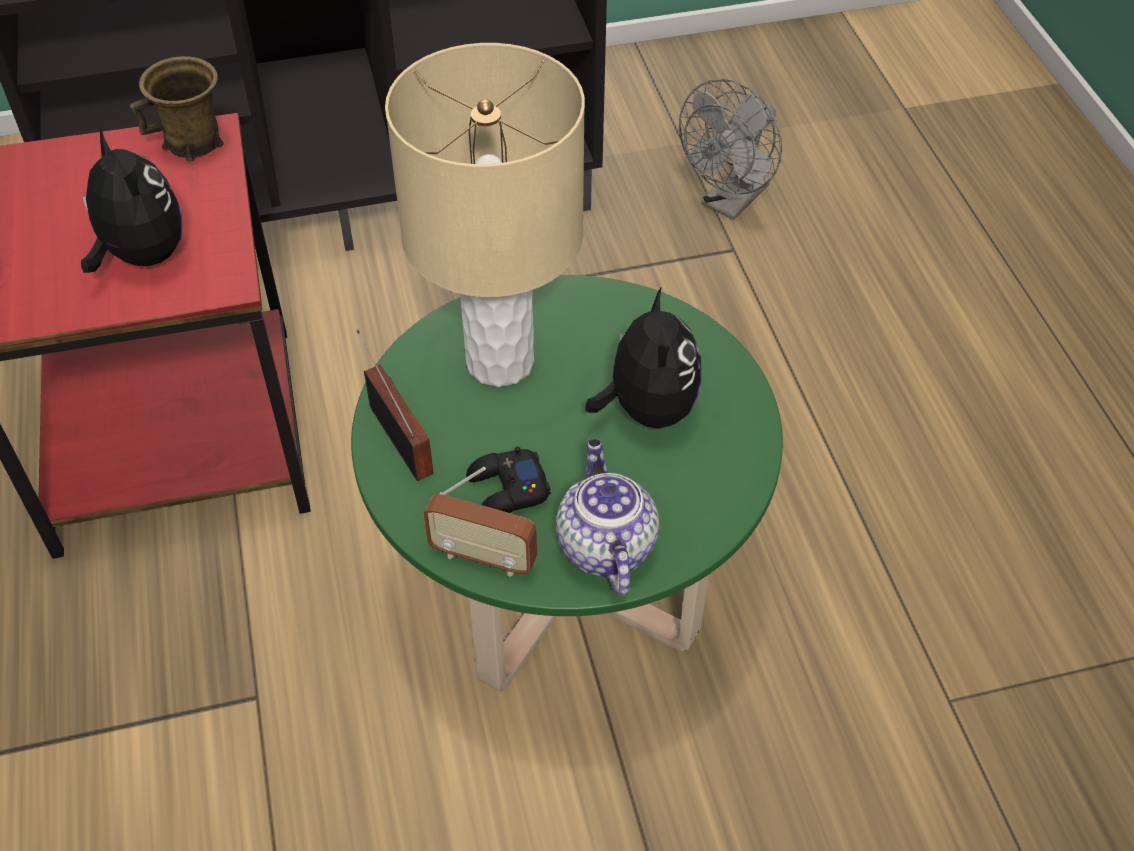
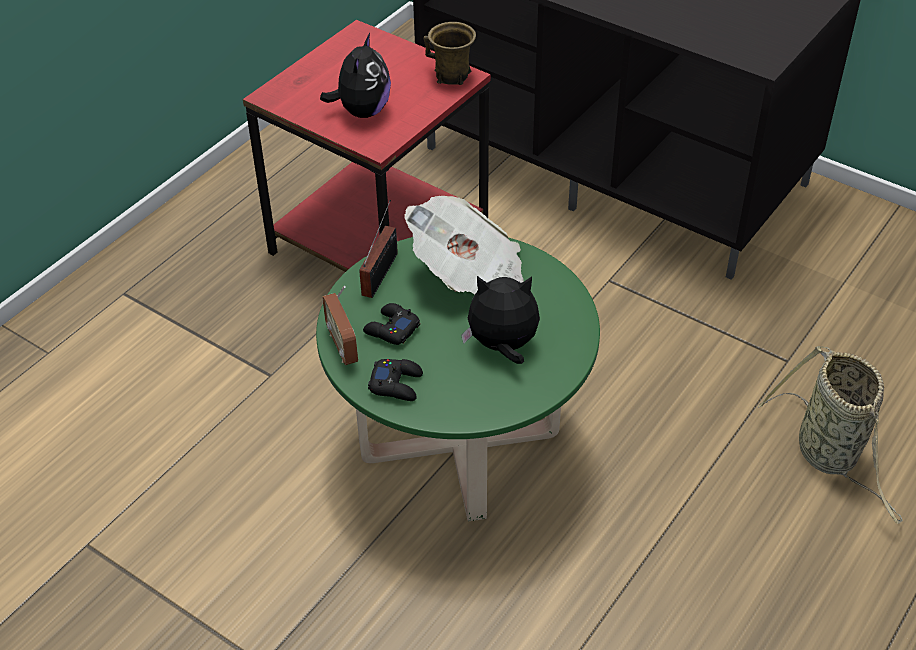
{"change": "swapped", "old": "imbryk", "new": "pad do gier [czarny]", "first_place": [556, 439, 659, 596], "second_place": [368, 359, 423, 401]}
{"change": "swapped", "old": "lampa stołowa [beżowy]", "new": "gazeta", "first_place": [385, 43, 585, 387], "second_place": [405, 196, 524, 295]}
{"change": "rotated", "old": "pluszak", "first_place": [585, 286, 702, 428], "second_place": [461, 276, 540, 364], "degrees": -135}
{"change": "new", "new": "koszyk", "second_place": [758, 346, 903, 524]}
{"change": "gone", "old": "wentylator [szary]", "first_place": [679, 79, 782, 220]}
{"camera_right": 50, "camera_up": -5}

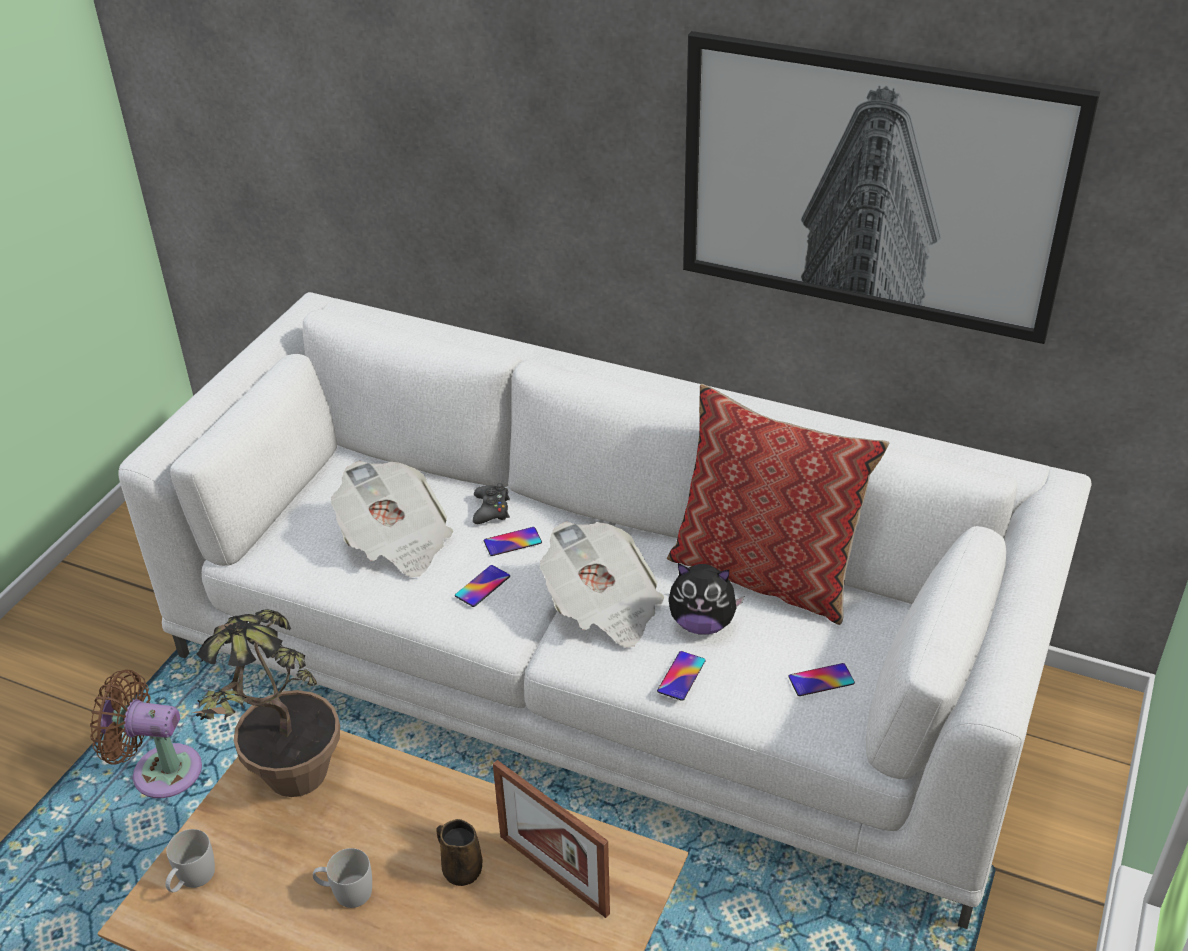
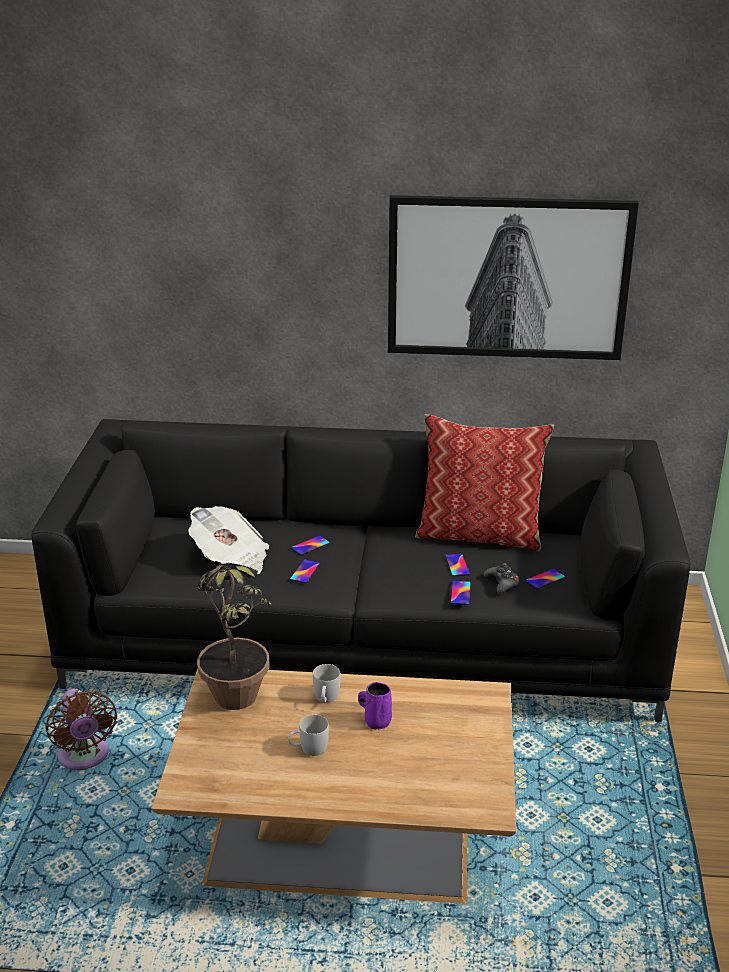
{"change": "repainted", "old": "kanapa [biały]", "new": "kanapa [czarny]", "first_place": [118, 292, 1092, 929], "second_place": [32, 419, 691, 722]}
{"change": "rotated", "old": "wentylator [brązowy]", "first_place": [90, 669, 202, 798], "second_place": [45, 689, 117, 770], "degrees": -105}
{"change": "shifted", "old": "kubek [biały]", "first_place": [165, 829, 215, 892], "second_place": [313, 664, 341, 703]}
{"change": "repainted", "old": "kubek [brązowy]", "new": "kubek [fioletowy]", "first_place": [436, 819, 482, 886], "second_place": [358, 682, 392, 729]}
{"change": "swapped", "old": "pluszak", "new": "telefon", "first_place": [669, 563, 744, 635], "second_place": [445, 554, 470, 576]}
{"change": "shifted", "old": "pad do gier [czarny]", "first_place": [473, 483, 510, 524], "second_place": [484, 563, 519, 594]}
{"change": "gone", "old": "ramka na zdjęcie", "first_place": [493, 760, 610, 918]}
{"change": "gone", "old": "gazeta", "first_place": [540, 522, 664, 648]}
{"camera_right": -20, "camera_up": -10}

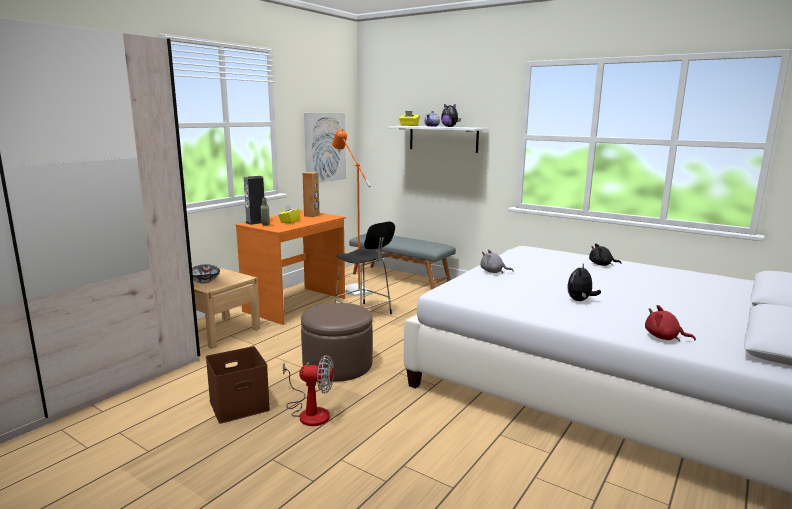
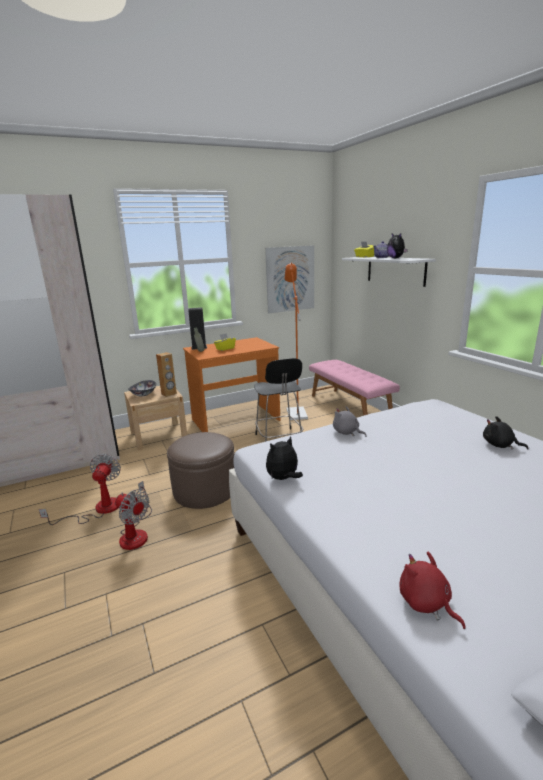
{"change": "swapped", "old": "pojemnik do przechowywania [brązowy]", "new": "wentylator", "first_place": [206, 346, 270, 424], "second_place": [39, 454, 121, 525]}
{"change": "shifted", "old": "głośnik [brązowy]", "first_place": [303, 172, 319, 217], "second_place": [156, 352, 177, 397]}
{"change": "shifted", "old": "pluszak", "first_place": [567, 264, 601, 301], "second_place": [266, 437, 303, 480]}
{"change": "repainted", "old": "ławka [szary]", "new": "ławka [różowy]", "first_place": [349, 234, 456, 289], "second_place": [309, 360, 400, 416]}
{"camera_right": 30, "camera_up": 5}

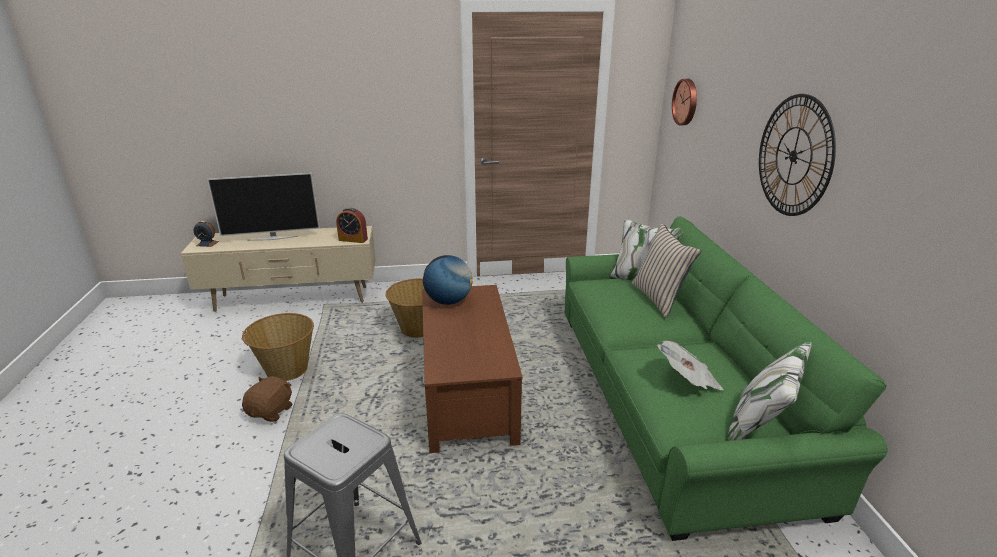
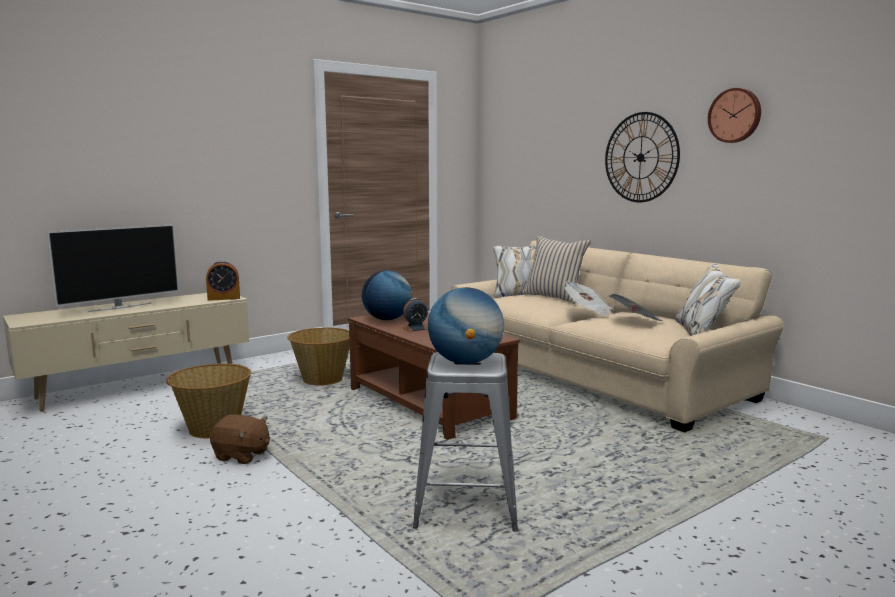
{"change": "rotated", "old": "pluszak [brązowy]", "first_place": [242, 376, 292, 422], "second_place": [210, 414, 270, 464], "degrees": 120}
{"change": "shifted", "old": "budzik", "first_place": [194, 221, 219, 247], "second_place": [403, 298, 428, 332]}
{"change": "new", "new": "globus", "second_place": [428, 287, 504, 364]}
{"change": "repainted", "old": "kanapa [zielony]", "new": "kanapa [beżowy]", "first_place": [565, 216, 887, 541], "second_place": [451, 240, 784, 432]}
{"change": "new", "new": "gazeta", "second_place": [565, 281, 612, 317]}
{"change": "shifted", "old": "zegar ścienny", "first_place": [672, 79, 697, 125], "second_place": [708, 88, 761, 143]}
{"camera_right": -30, "camera_up": -15}

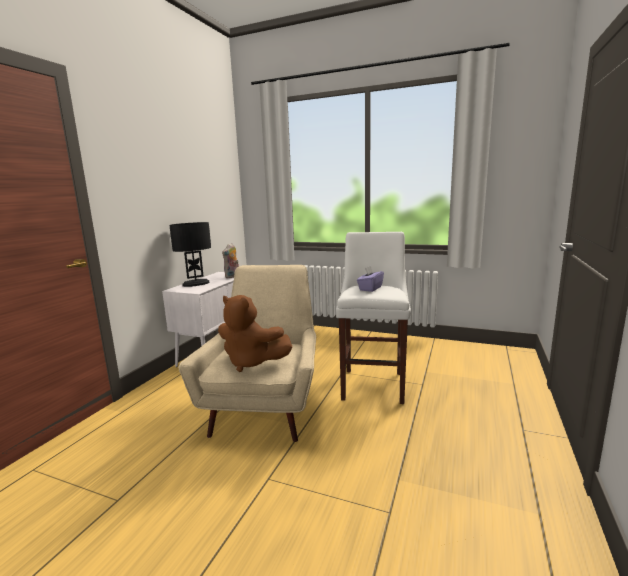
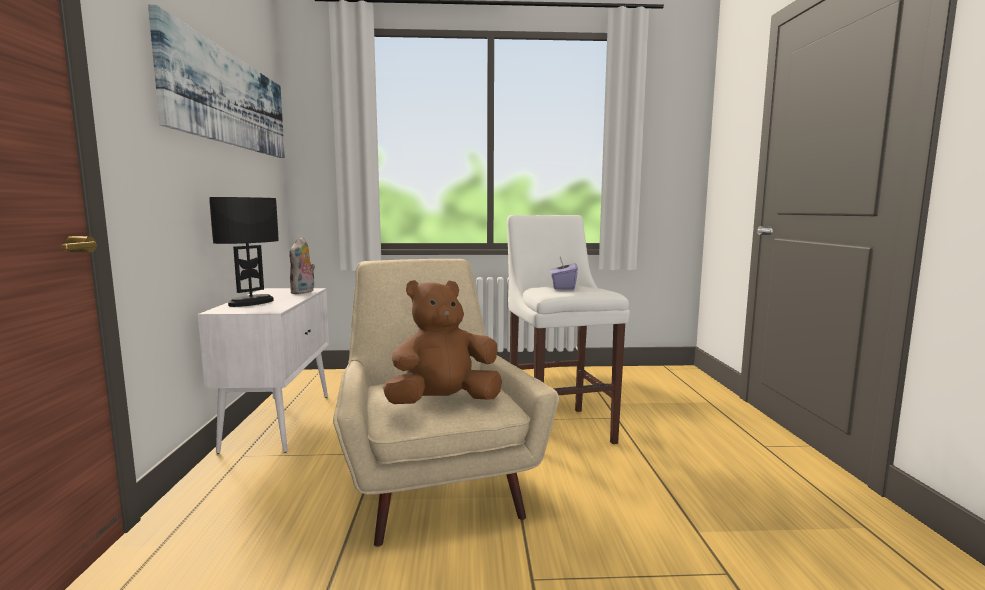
{"change": "new", "new": "obraz", "second_place": [148, 5, 285, 158]}
{"change": "rotated", "old": "pluszak [brązowy]", "first_place": [218, 295, 292, 372], "second_place": [383, 280, 502, 404], "degrees": 150}
{"camera_right": -25, "camera_up": -5}

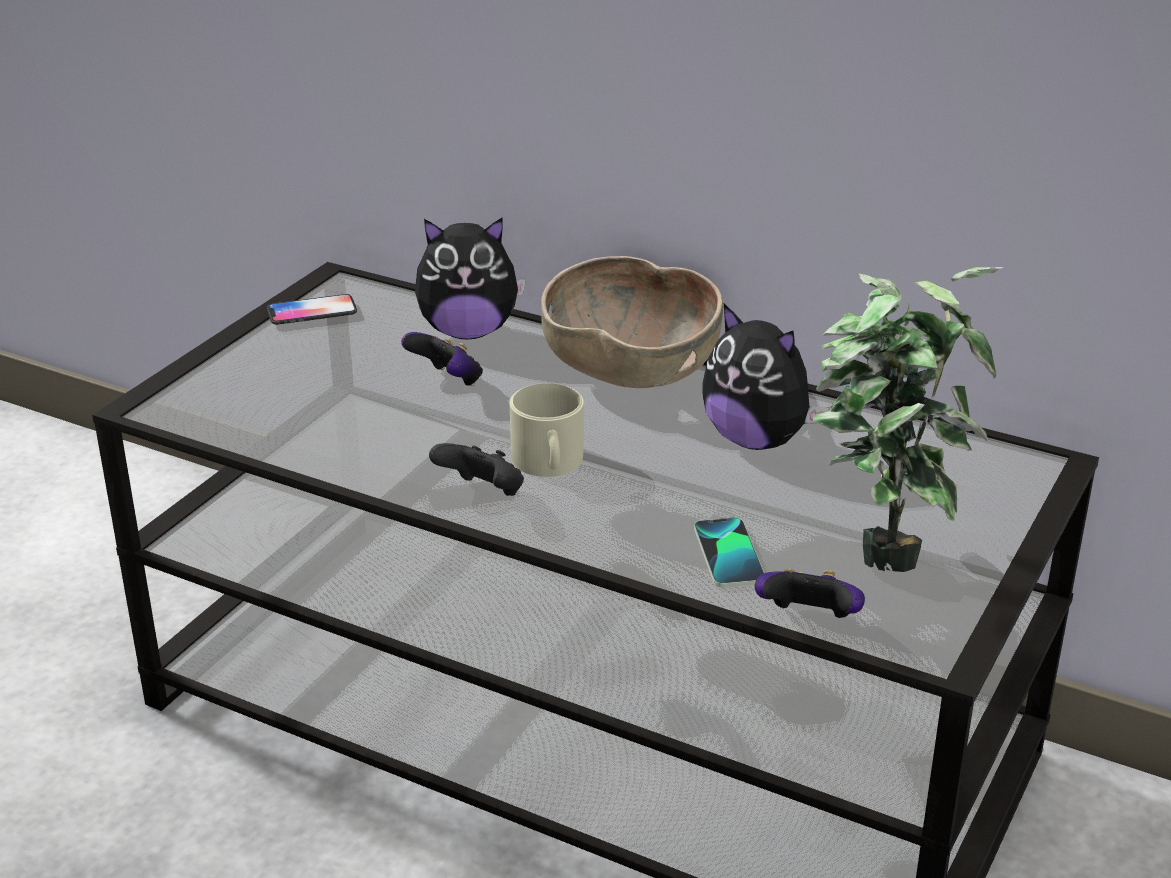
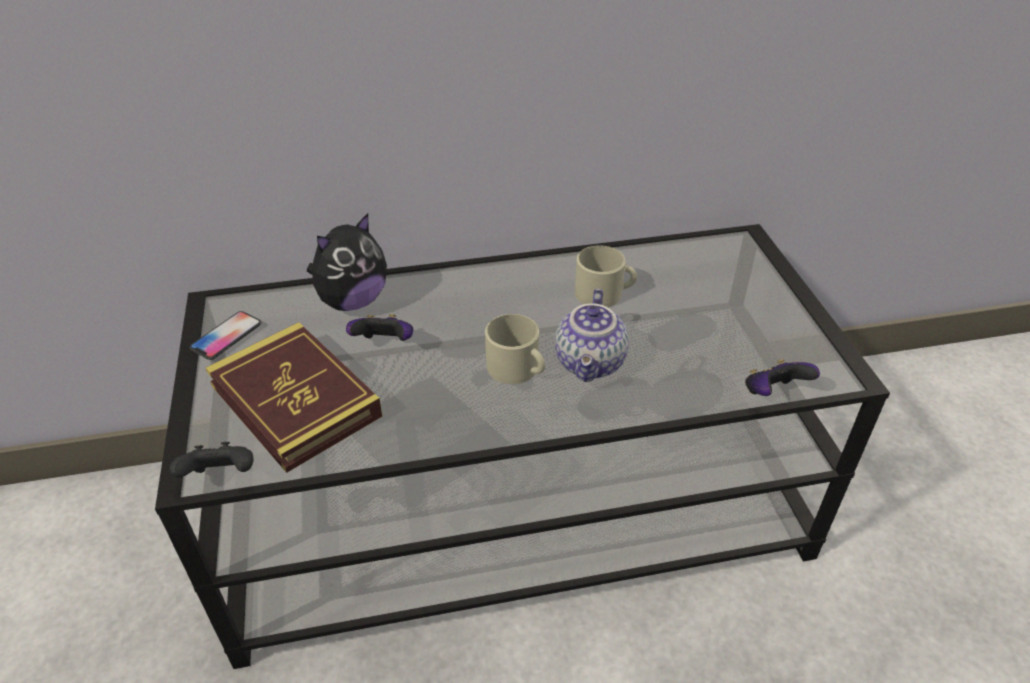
{"change": "shifted", "old": "pad do gier [czarny]", "first_place": [429, 443, 524, 496], "second_place": [169, 442, 254, 478]}
{"change": "new", "new": "książka", "second_place": [206, 322, 382, 473]}
{"change": "new", "new": "imbryk", "second_place": [555, 288, 629, 382]}
{"change": "swapped", "old": "pluszak", "new": "kubek [beżowy]", "first_place": [702, 304, 830, 450], "second_place": [575, 245, 637, 307]}
{"change": "gone", "old": "miska [brązowy]", "first_place": [541, 256, 723, 388]}
{"change": "gone", "old": "telefon", "first_place": [694, 518, 764, 588]}
{"change": "gone", "old": "roślina doniczkowa", "first_place": [813, 267, 1003, 572]}
{"camera_right": -40, "camera_up": 10}

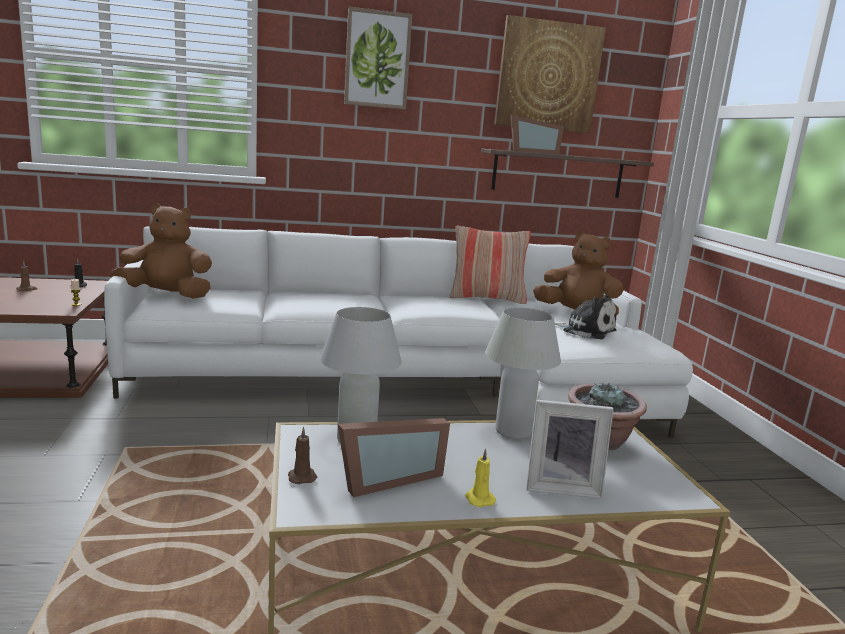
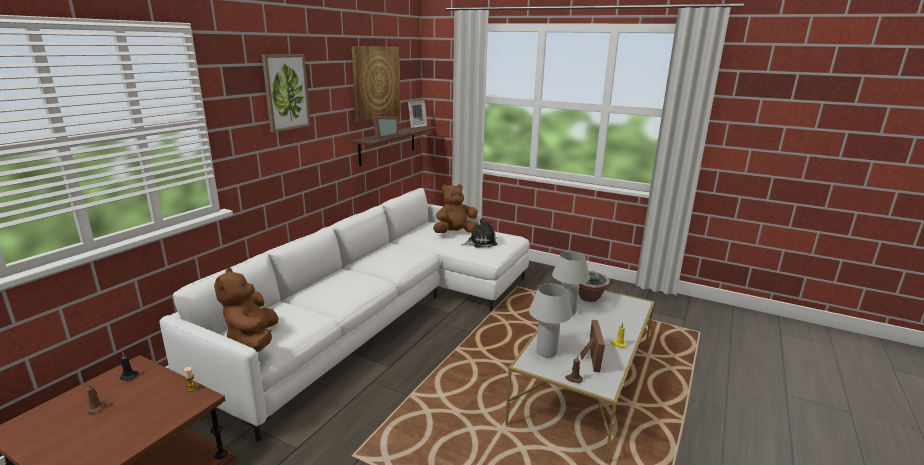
{"change": "rotated", "old": "pluszak [brązowy]", "first_place": [110, 203, 212, 299], "second_place": [214, 267, 279, 352], "degrees": -45}
{"change": "shifted", "old": "ramka na zdjęcie", "first_place": [526, 400, 614, 499], "second_place": [408, 100, 427, 128]}
{"change": "gone", "old": "poduszka", "first_place": [450, 226, 531, 304]}
{"camera_right": -50, "camera_up": 5}

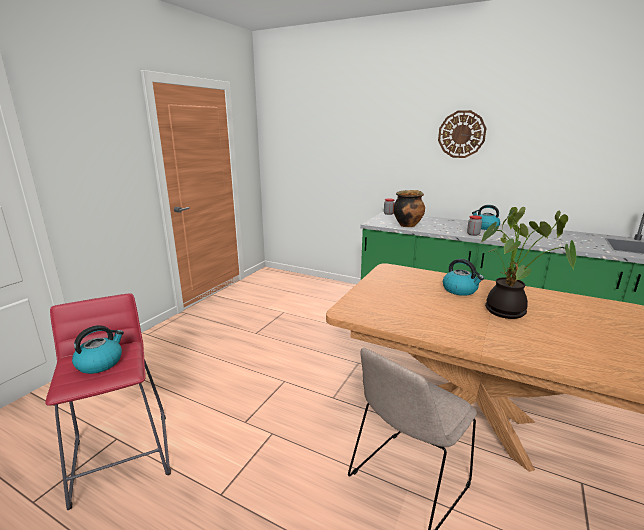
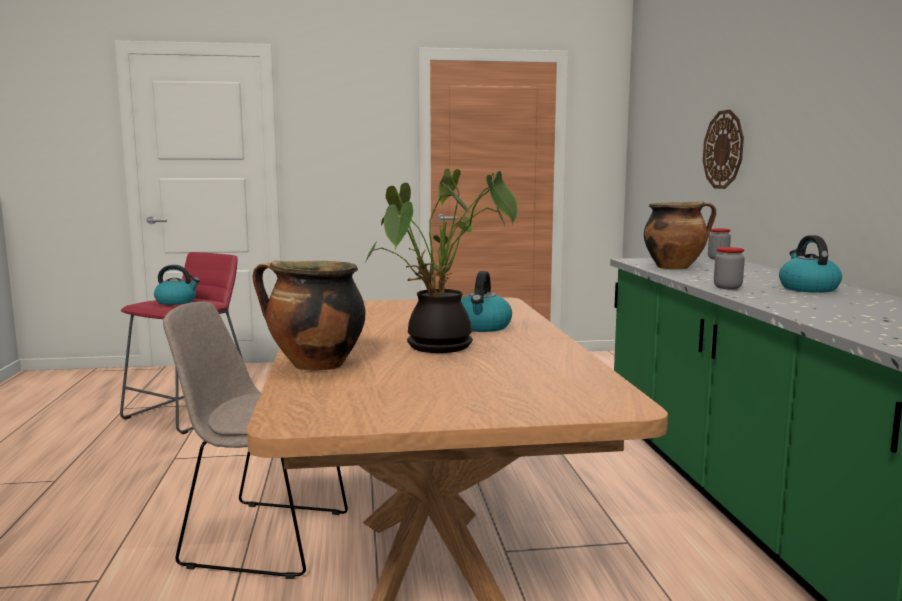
{"change": "new", "new": "garnek", "second_place": [253, 261, 365, 371]}
{"change": "shifted", "old": "zegar ścienny", "first_place": [438, 110, 487, 158], "second_place": [703, 109, 744, 189]}
{"camera_right": 55, "camera_up": -10}

